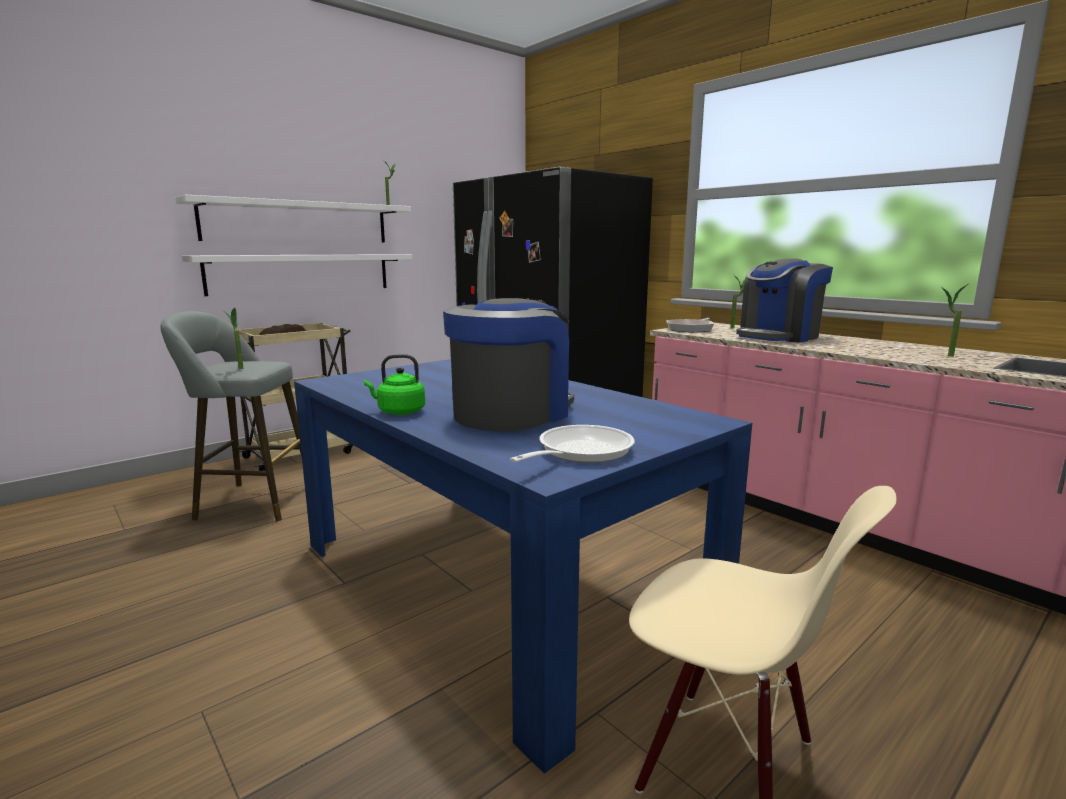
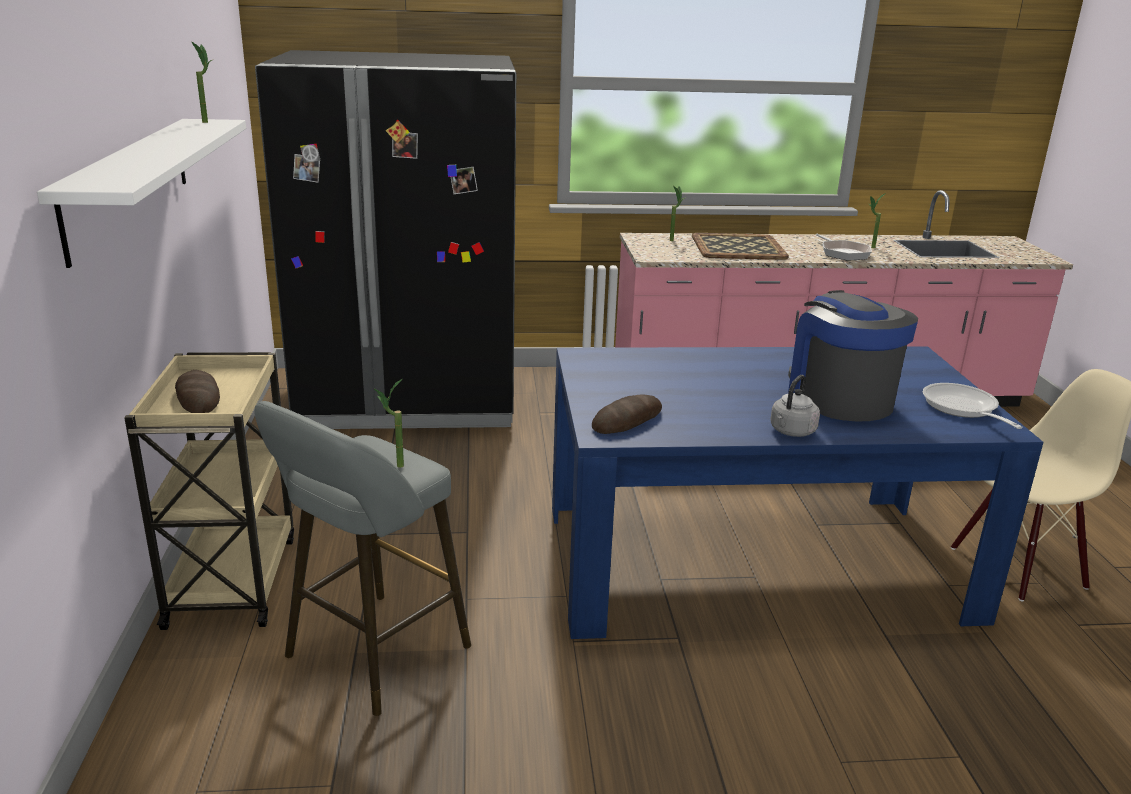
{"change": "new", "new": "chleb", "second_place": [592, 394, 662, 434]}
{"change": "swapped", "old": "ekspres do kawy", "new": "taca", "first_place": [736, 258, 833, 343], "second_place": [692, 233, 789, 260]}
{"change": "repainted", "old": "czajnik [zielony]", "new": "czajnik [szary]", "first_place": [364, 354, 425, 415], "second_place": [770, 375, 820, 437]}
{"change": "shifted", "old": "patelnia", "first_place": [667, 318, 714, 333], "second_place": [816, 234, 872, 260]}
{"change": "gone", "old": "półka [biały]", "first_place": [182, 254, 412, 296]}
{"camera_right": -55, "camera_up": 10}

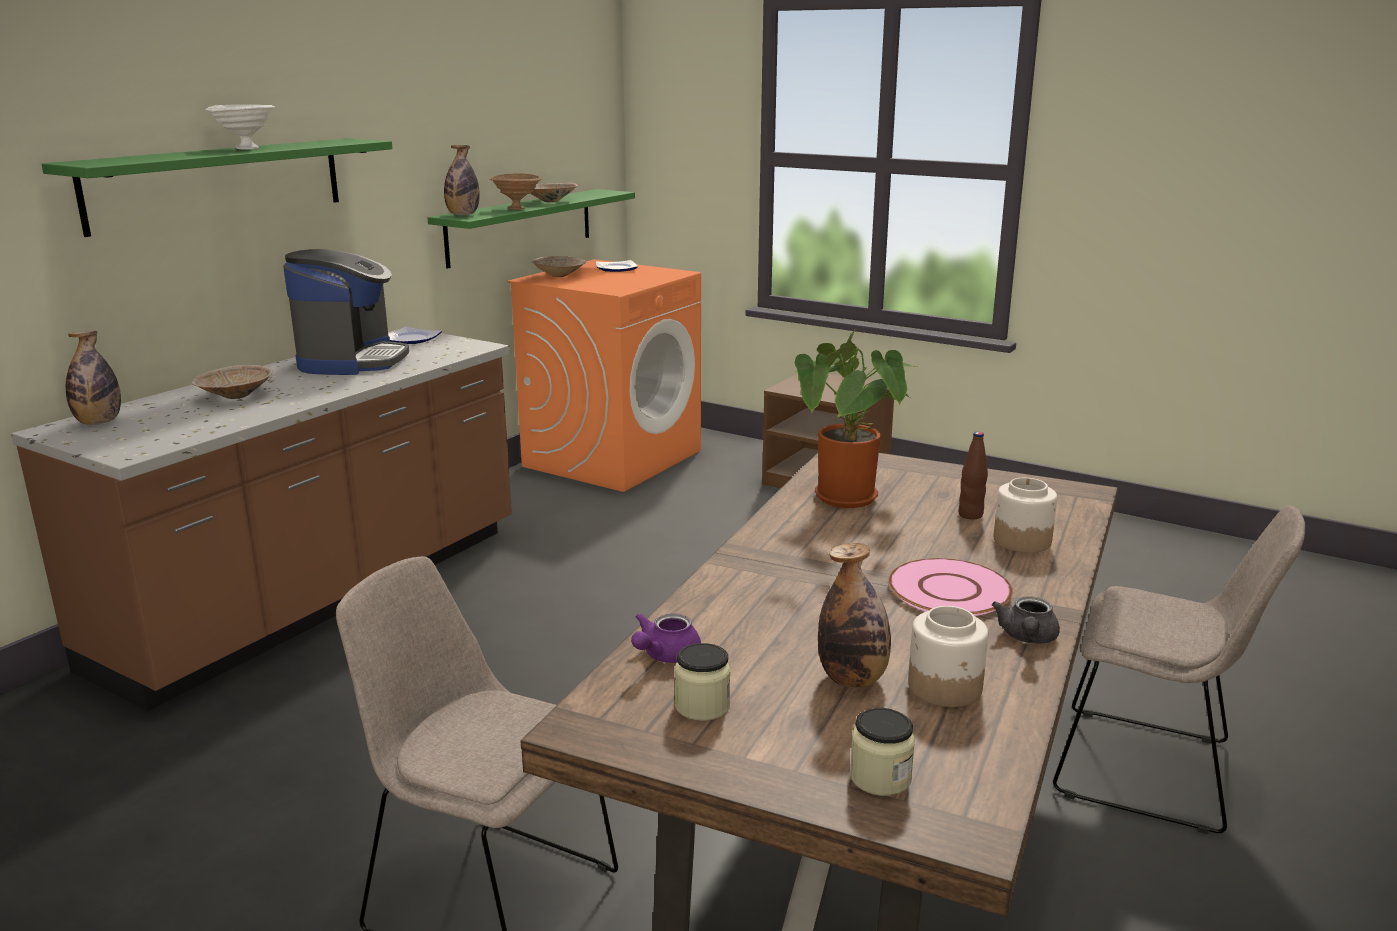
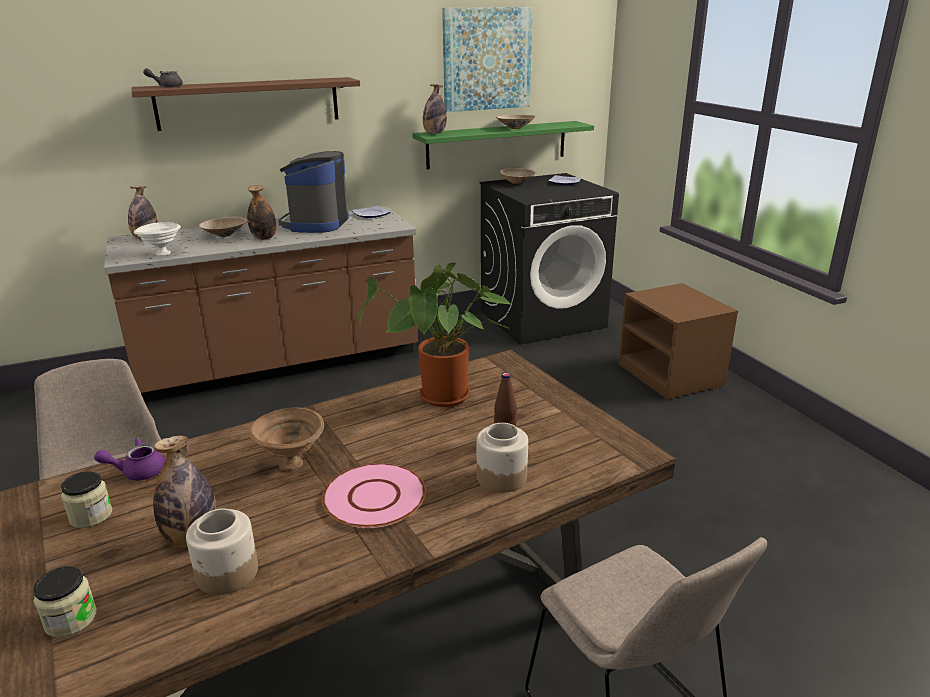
{"change": "repainted", "old": "półka [zielony]", "new": "półka [brązowy]", "first_place": [41, 138, 393, 237], "second_place": [131, 77, 360, 131]}
{"change": "shifted", "old": "miska [biały]", "first_place": [206, 104, 275, 149], "second_place": [134, 222, 181, 256]}
{"change": "shifted", "old": "imbryk [szary]", "first_place": [992, 596, 1060, 644], "second_place": [143, 68, 183, 88]}
{"change": "new", "new": "butelka", "second_place": [247, 185, 276, 240]}
{"change": "shifted", "old": "miska [brązowy]", "first_place": [490, 173, 541, 210], "second_place": [248, 408, 324, 471]}
{"change": "rotated", "old": "ekspres do kawy", "first_place": [283, 249, 409, 375], "second_place": [278, 151, 349, 233], "degrees": 150}
{"change": "new", "new": "obraz", "second_place": [442, 7, 533, 112]}
{"change": "repainted", "old": "pralka [pomarańczowy]", "new": "pralka [czarny]", "first_place": [507, 259, 701, 492], "second_place": [480, 173, 619, 345]}
{"camera_right": 35, "camera_up": 5}

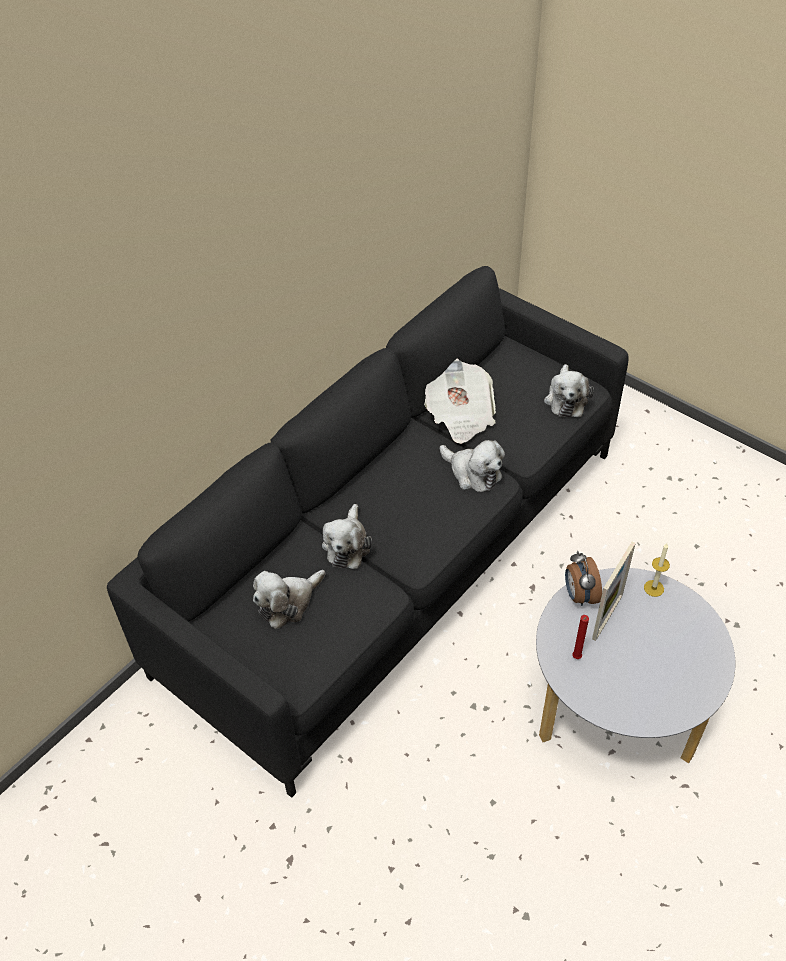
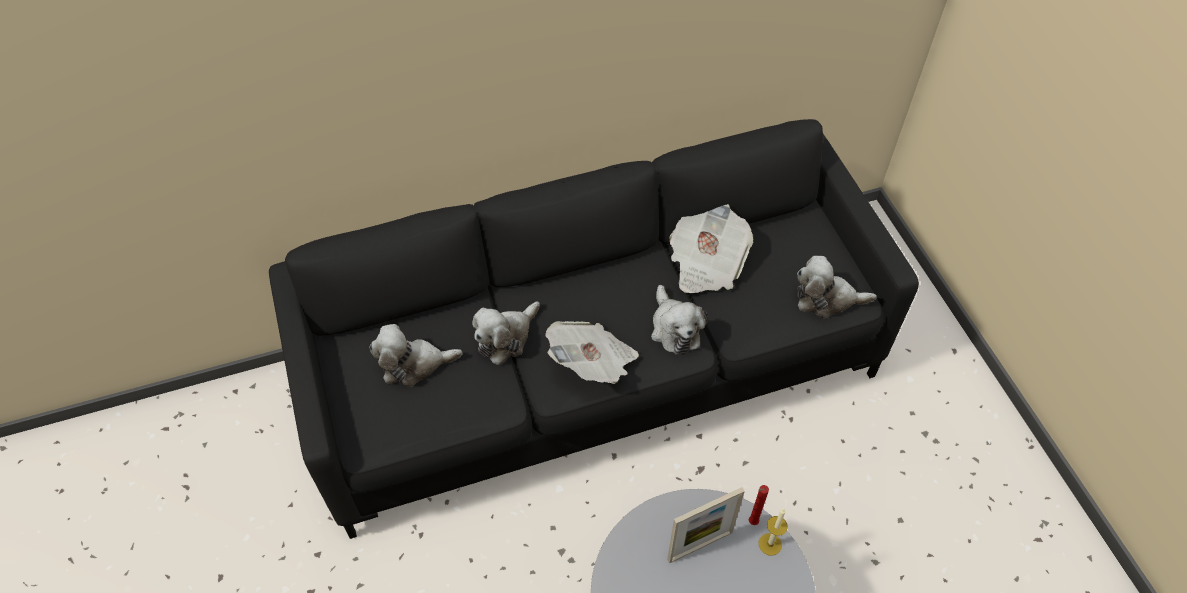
{"change": "new", "new": "gazeta", "second_place": [545, 321, 639, 384]}
{"change": "shifted", "old": "świeca [czerwony]", "first_place": [572, 615, 589, 659], "second_place": [749, 485, 769, 525]}
{"change": "rotated", "old": "pluszak", "first_place": [544, 364, 594, 417], "second_place": [797, 256, 877, 318], "degrees": 60}
{"change": "gone", "old": "budzik", "first_place": [565, 551, 602, 606]}
{"camera_right": 30, "camera_up": 5}

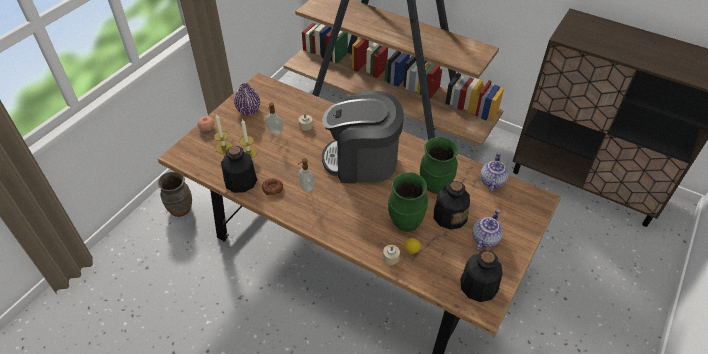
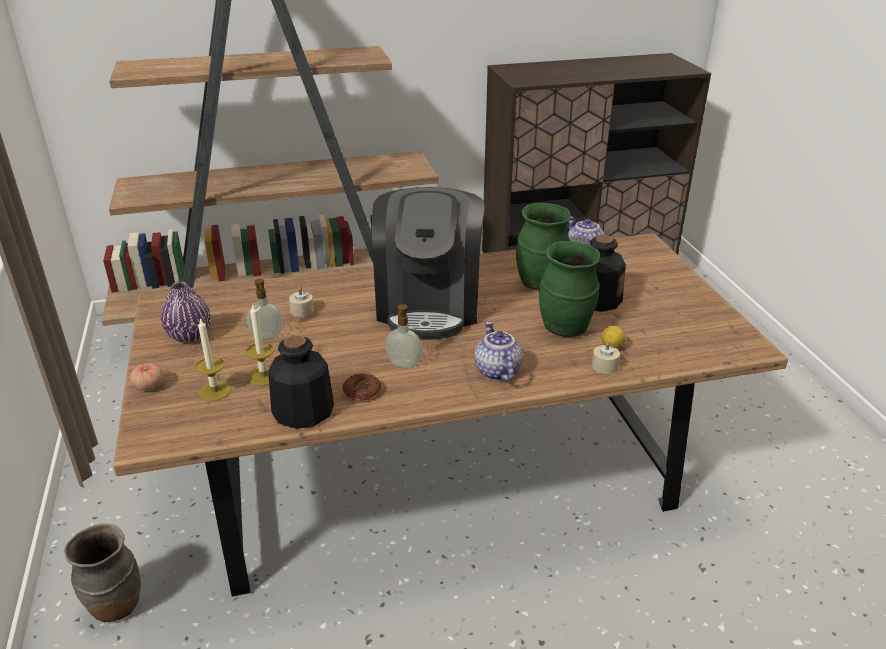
{"change": "rotated", "old": "ekspres do kawy", "first_place": [322, 91, 404, 184], "second_place": [372, 187, 485, 340], "degrees": -45}
{"change": "shifted", "old": "imbryk", "first_place": [472, 209, 503, 250], "second_place": [474, 322, 523, 382]}
{"change": "gone", "old": "butelka", "first_place": [460, 250, 503, 302]}
{"camera_right": -45, "camera_up": -15}

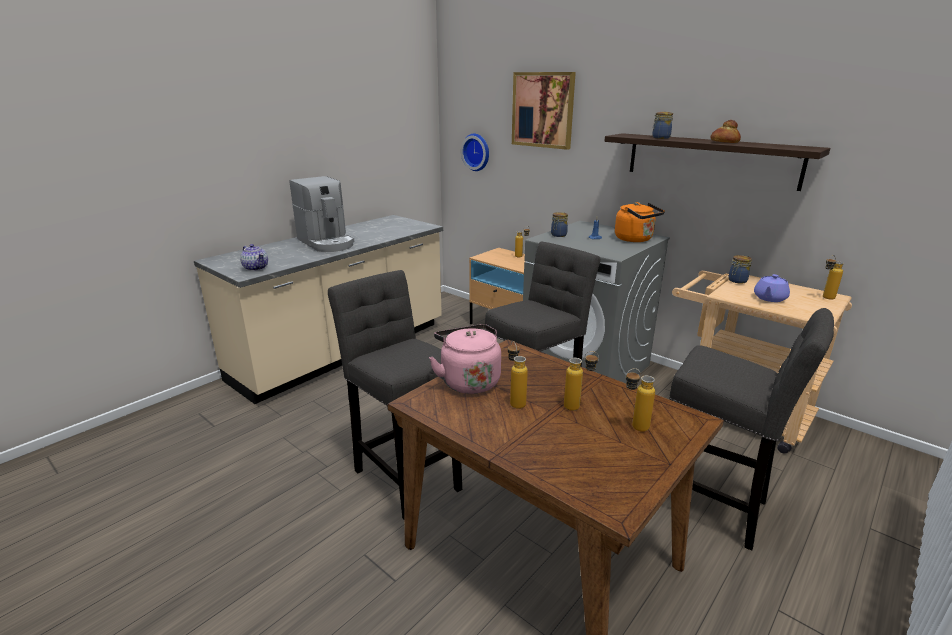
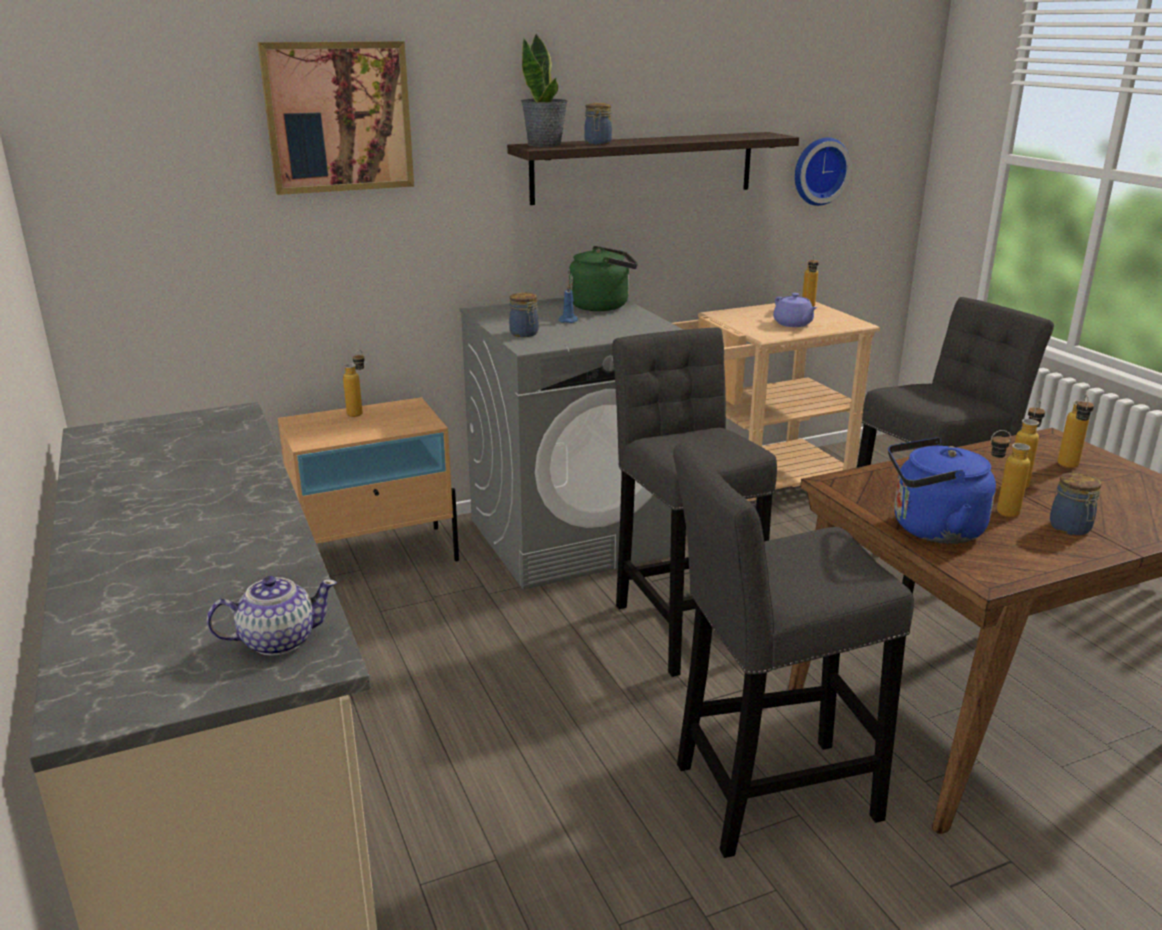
{"change": "new", "new": "roślina doniczkowa", "second_place": [521, 33, 568, 147]}
{"change": "repainted", "old": "czajnik [pomarańczowy]", "new": "czajnik [zielony]", "first_place": [615, 202, 665, 242], "second_place": [568, 246, 638, 311]}
{"change": "shifted", "old": "zegar ścienny", "first_place": [461, 134, 489, 171], "second_place": [795, 137, 851, 206]}
{"change": "repainted", "old": "czajnik [różowy]", "new": "czajnik [niebieski]", "first_place": [429, 324, 501, 394], "second_place": [888, 437, 996, 544]}
{"change": "shifted", "old": "słoik", "first_place": [728, 255, 752, 284], "second_place": [1050, 472, 1101, 535]}
{"change": "gone", "old": "ekspres do kawy", "first_place": [290, 176, 354, 252]}
{"change": "gone", "old": "chleb", "first_place": [710, 120, 741, 143]}
{"camera_right": -65, "camera_up": 0}

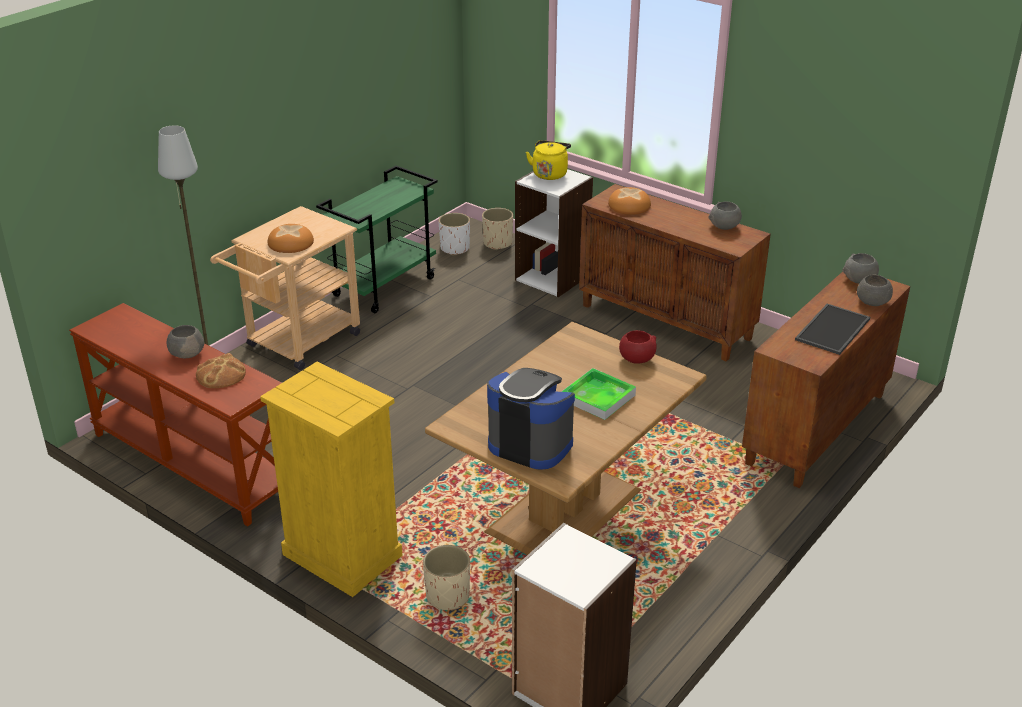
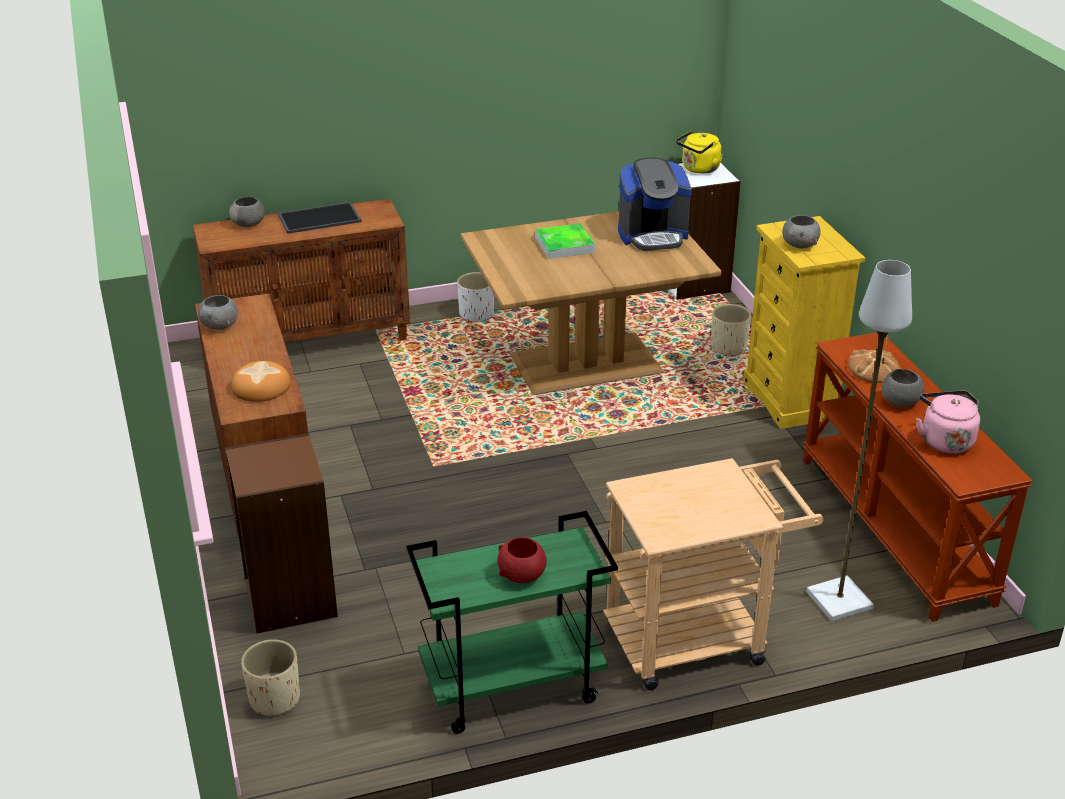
{"change": "repainted", "old": "regał [biały]", "new": "regał [brązowy]", "first_place": [515, 169, 593, 297], "second_place": [225, 434, 338, 634]}
{"change": "shifted", "old": "donica [biały]", "first_place": [438, 213, 470, 256], "second_place": [457, 272, 494, 322]}
{"change": "shifted", "old": "miska [czerwony]", "first_place": [619, 330, 657, 364], "second_place": [497, 537, 547, 584]}
{"change": "rotated", "old": "ekspres do kawy", "first_place": [487, 368, 575, 469], "second_place": [618, 157, 692, 251], "degrees": -75}
{"change": "shifted", "old": "czajnik [żółty]", "first_place": [526, 140, 571, 180], "second_place": [676, 131, 723, 174]}
{"change": "shifted", "old": "miska [szary]", "first_place": [842, 253, 879, 284], "second_place": [782, 215, 821, 248]}
{"change": "new", "new": "czajnik [różowy]", "second_place": [916, 391, 980, 454]}
{"change": "gone", "old": "chleb", "first_place": [268, 224, 314, 253]}
{"camera_right": -145, "camera_up": 0}

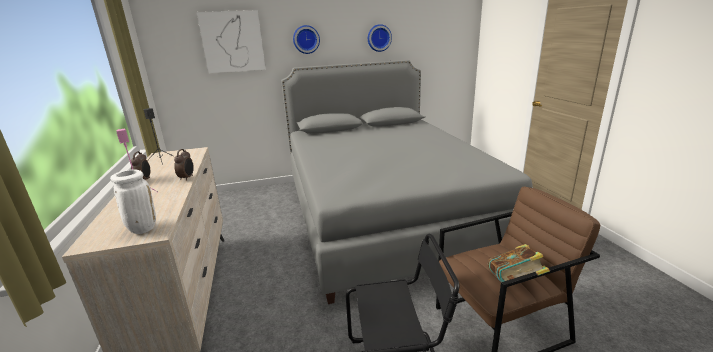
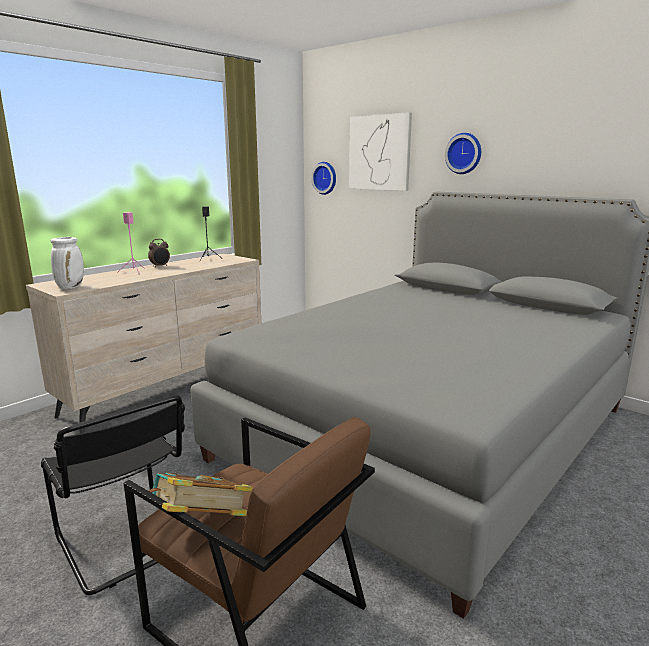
{"change": "shifted", "old": "zegar ścienny", "first_place": [368, 24, 392, 52], "second_place": [311, 162, 336, 195]}
{"change": "gone", "old": "budzik", "first_place": [174, 149, 194, 181]}
{"camera_right": 55, "camera_up": -5}

